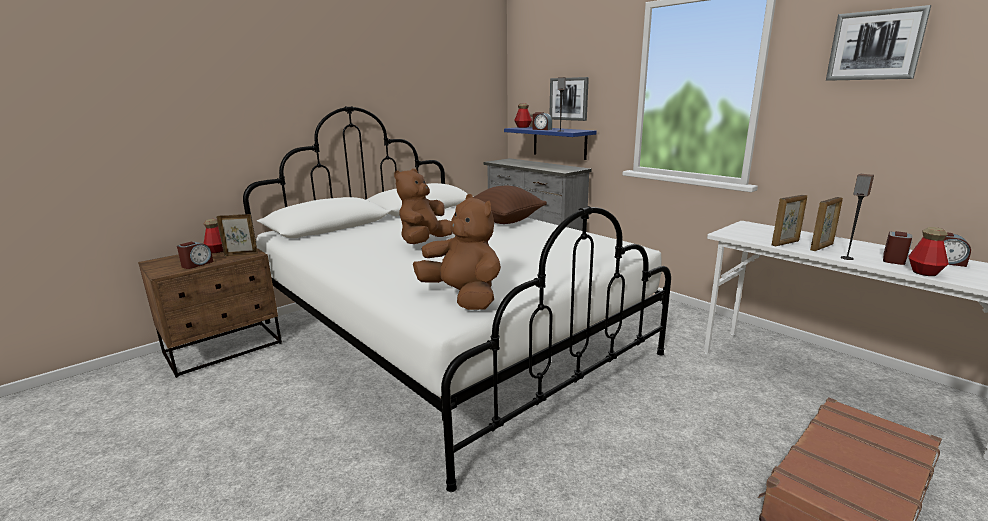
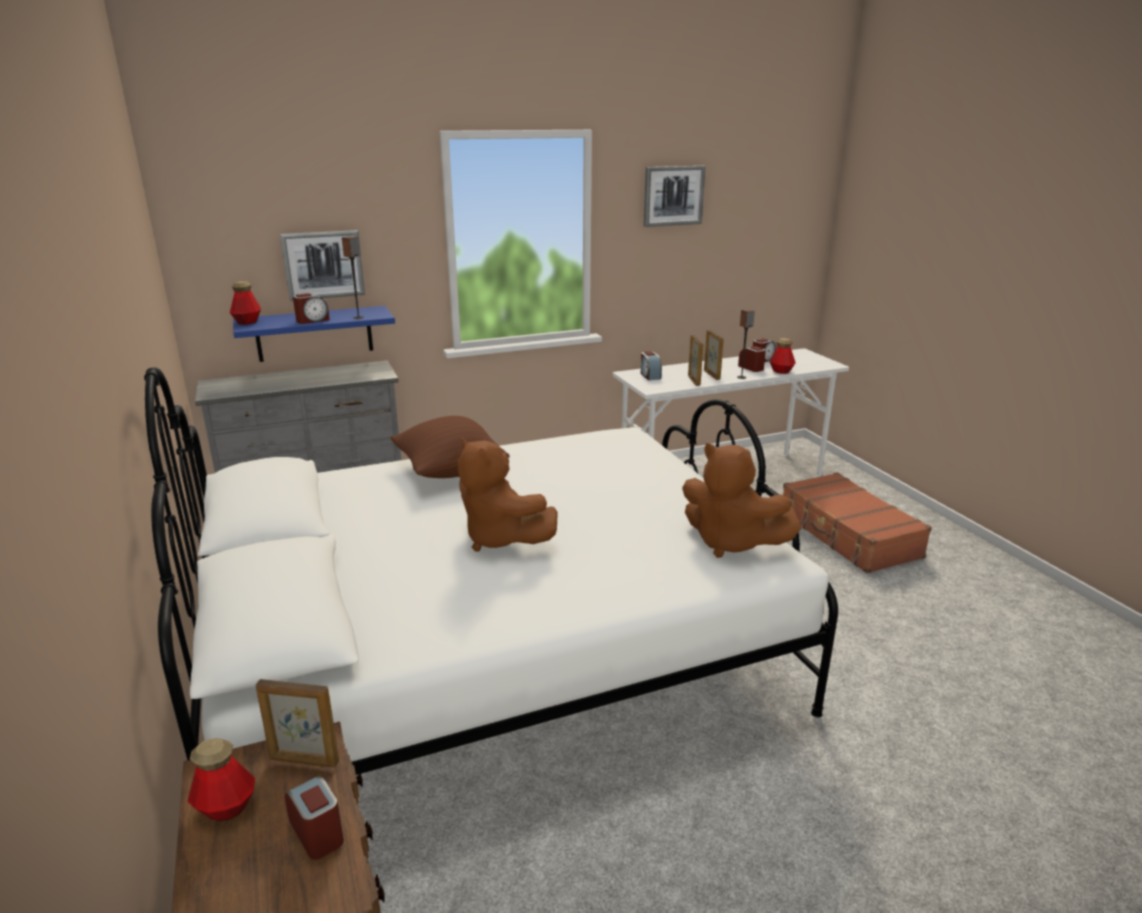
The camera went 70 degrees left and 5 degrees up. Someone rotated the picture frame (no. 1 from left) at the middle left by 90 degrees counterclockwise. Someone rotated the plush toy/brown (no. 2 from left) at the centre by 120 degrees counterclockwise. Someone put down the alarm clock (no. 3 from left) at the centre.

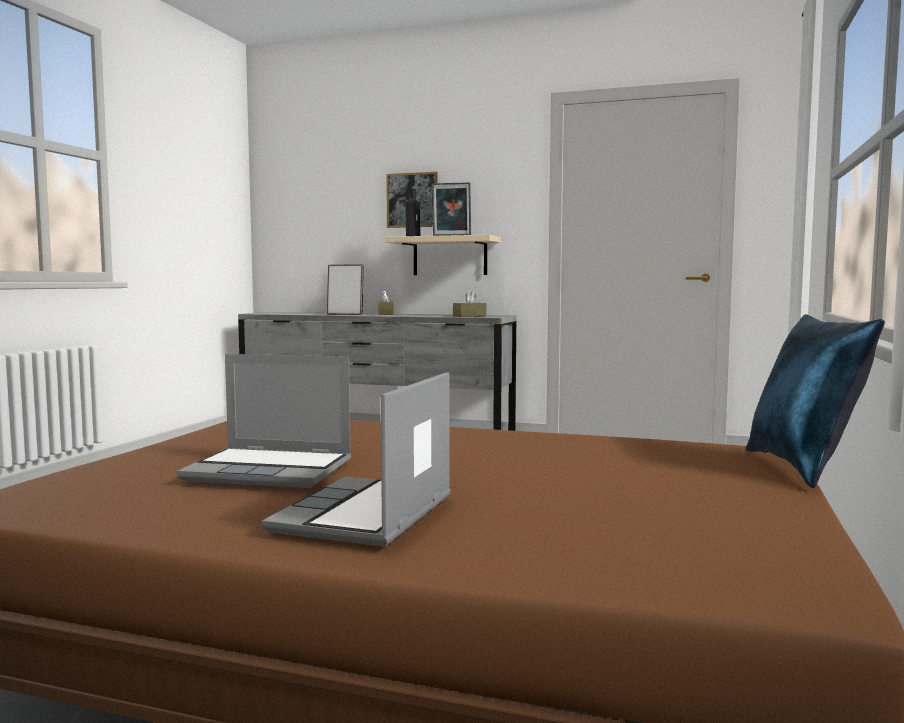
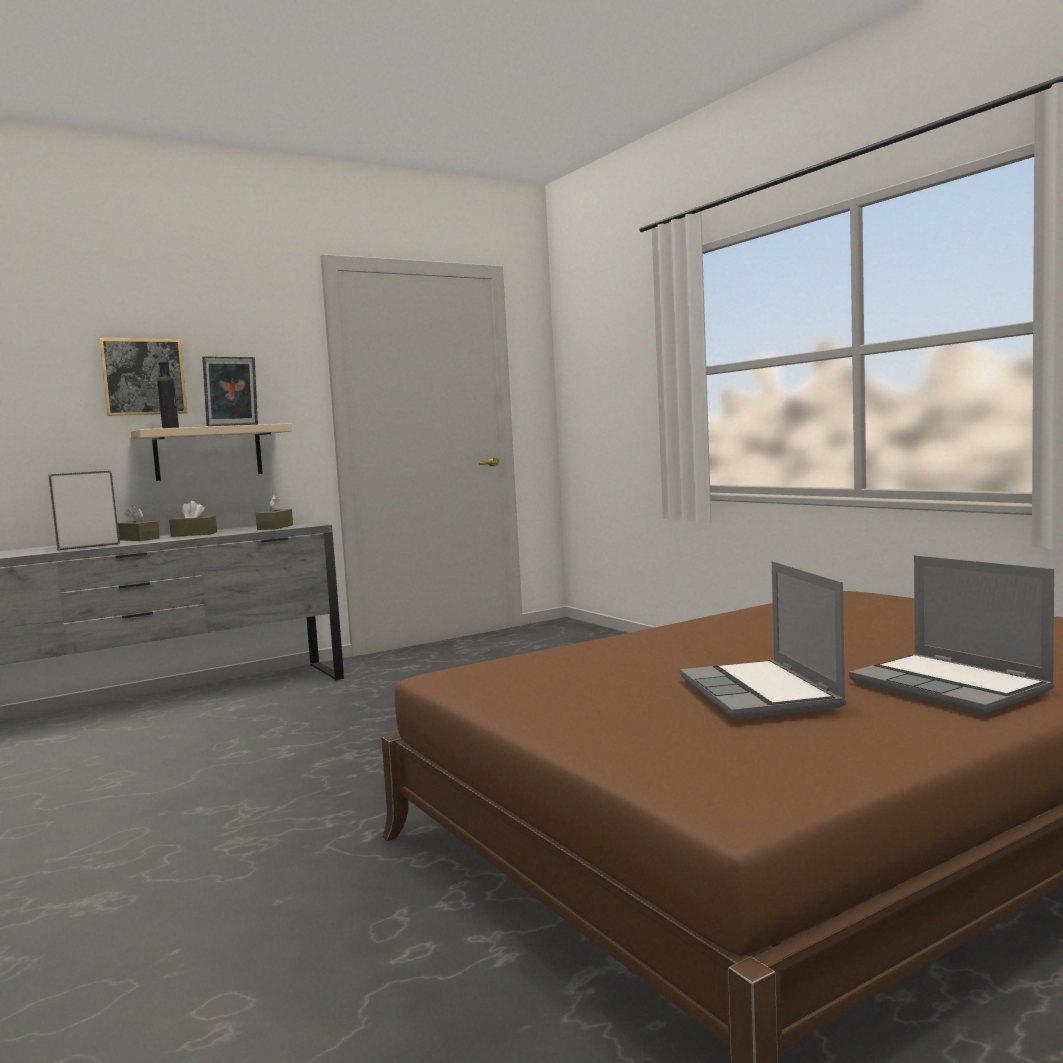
The camera went 50 degrees left and 0 degrees up. Someone rotated the laptop (no. 1 from left) at the middle left by 120 degrees clockwise. Someone took away the pillow/blue at the middle right. Someone put down the tissue box/brown (no. 2 from left) at the middle left.

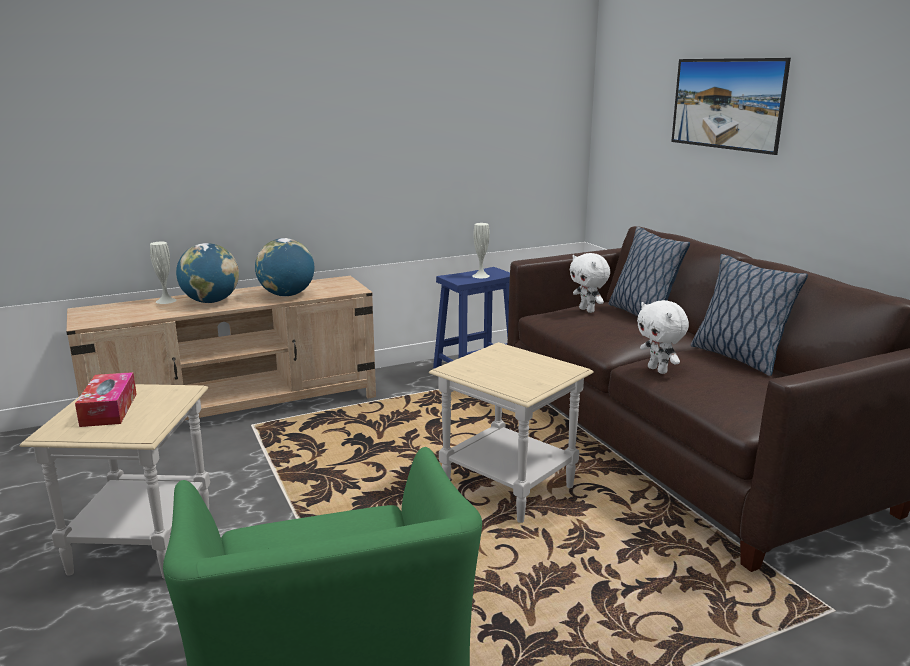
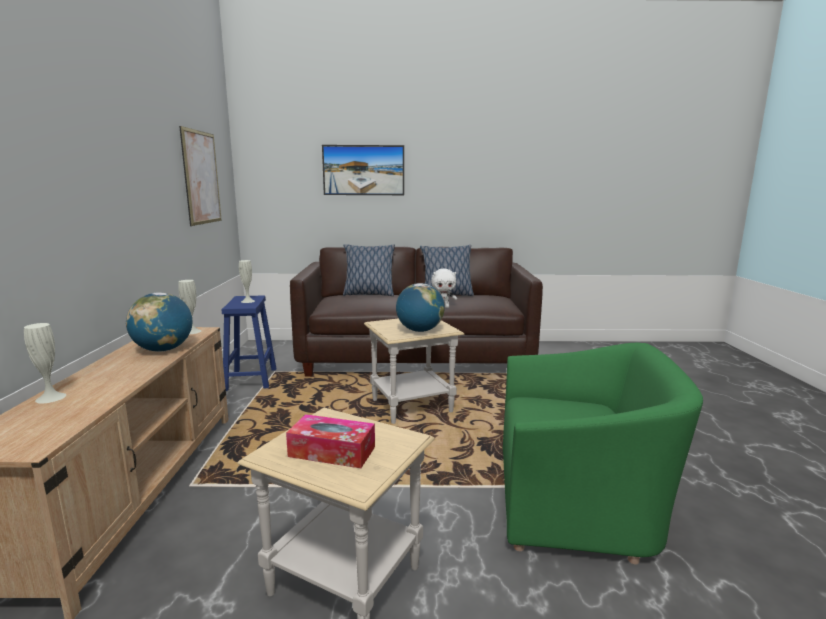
The camera went 65 degrees left and 5 degrees down. Someone carried the globe (no. 1 from left in the first image) from the middle left to the centre. Someone took away the plush toy/white (no. 1 from left) at the centre. Someone put down the vase/white (no. 2 from left) at the middle left. Someone put up the picture (no. 1 from left) at the top left.

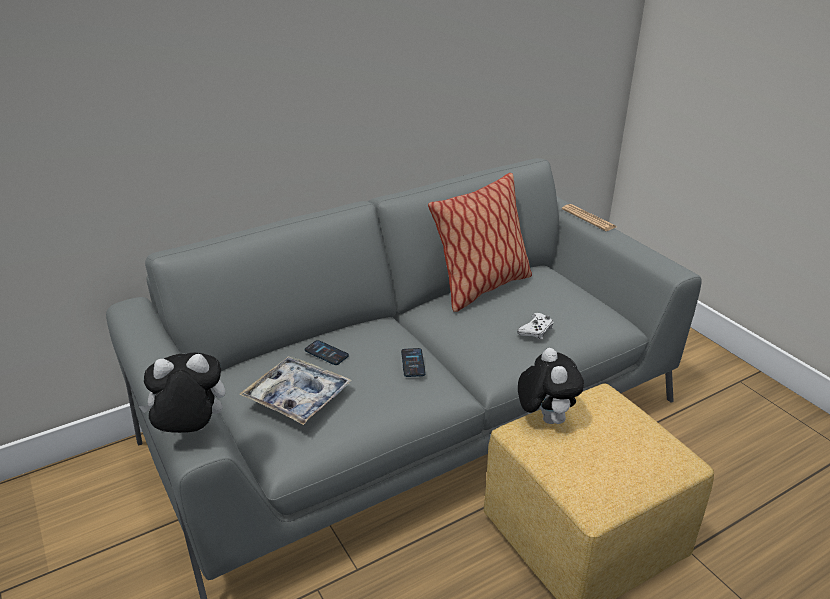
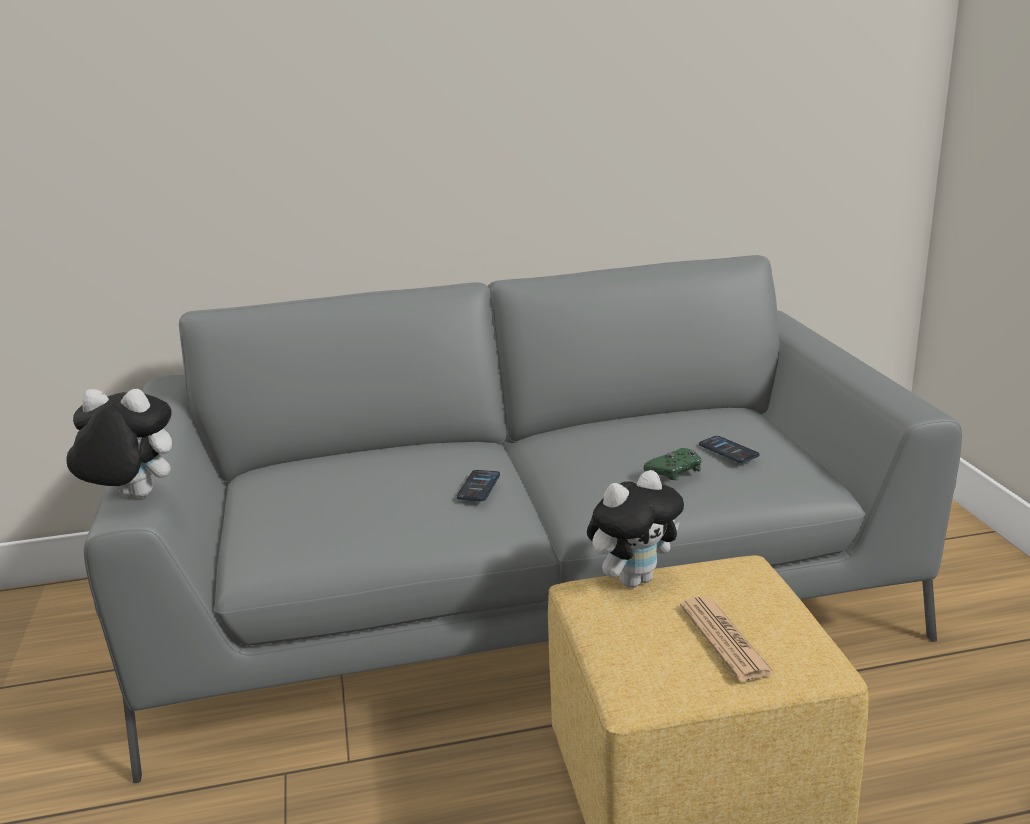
The camera went 20 degrees right and 10 degrees down. Someone took away the tray at the centre. Someone carried the phone (no. 1 from left in the first image) from the centre to the middle right. Someone took away the pillow at the centre. Someone repainted the game controller/white at the centre, which became the game controller/green at the centre. Someone rotated the plush toy (no. 2 from left) at the centre by 45 degrees clockwise. Someone carried the newspaper from the middle right to the bottom right.

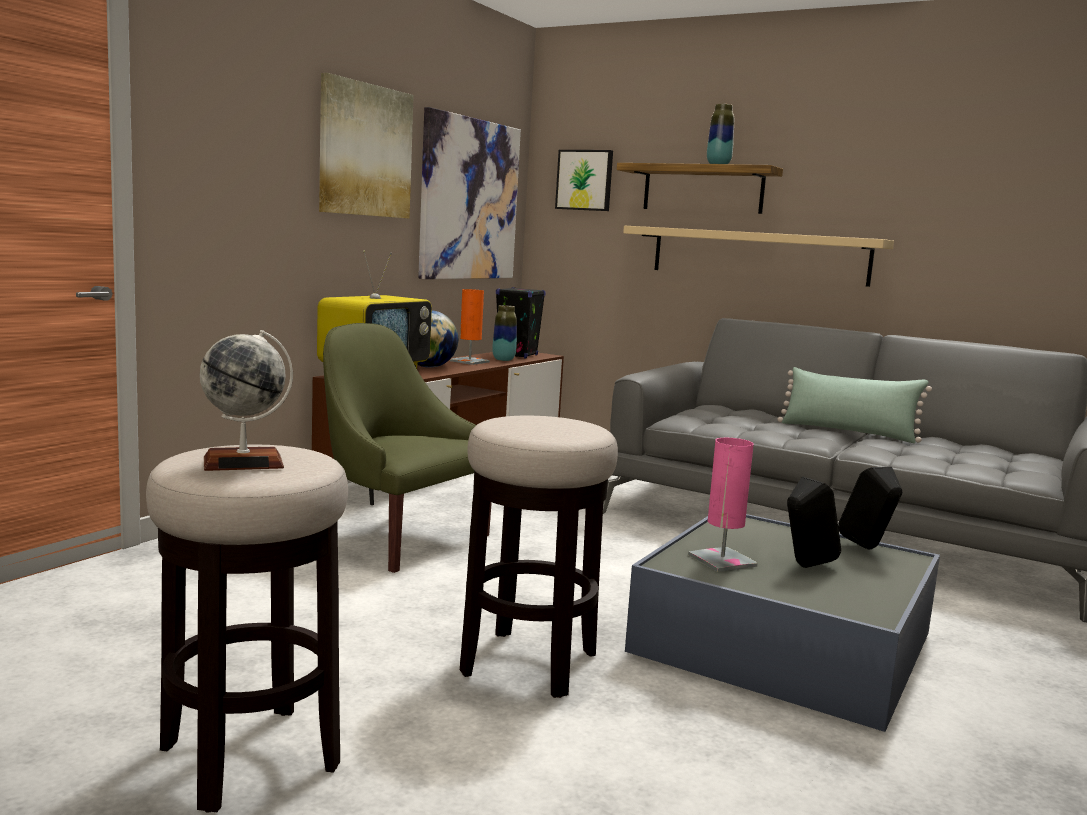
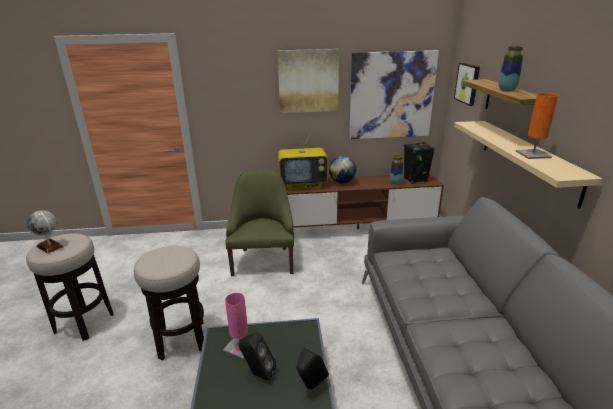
The camera went 55 degrees right and 15 degrees up. Someone carried the table lamp/orange from the centre to the top right. Someone took away the pillow/green at the middle right.

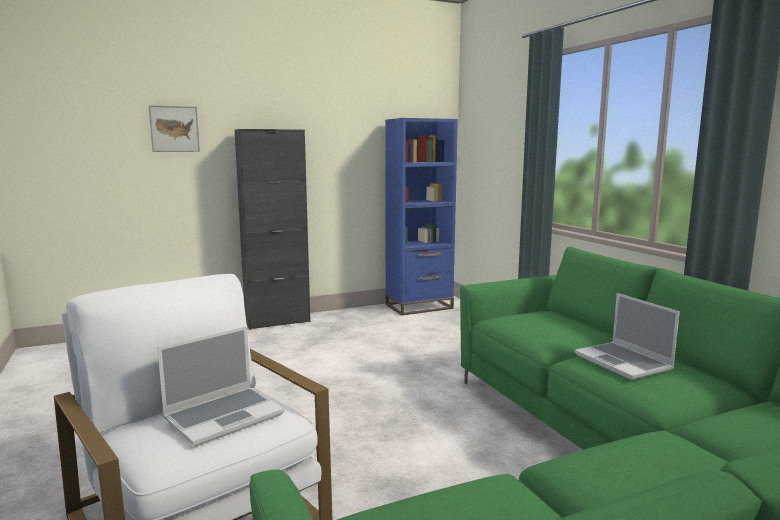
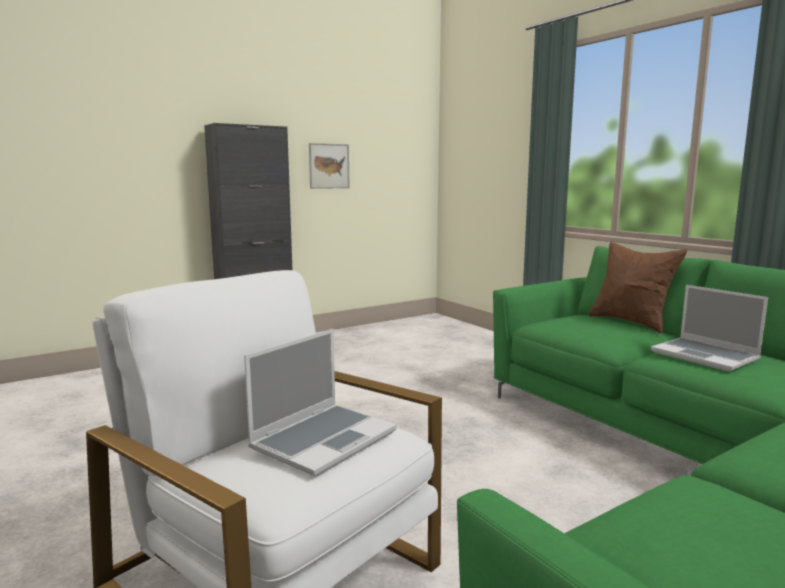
The camera went 10 degrees left and 0 degrees up. Someone carried the picture from the top left to the top centre. Someone took away the bookcase/blue at the centre. Someone put down the pillow/brown at the middle right.

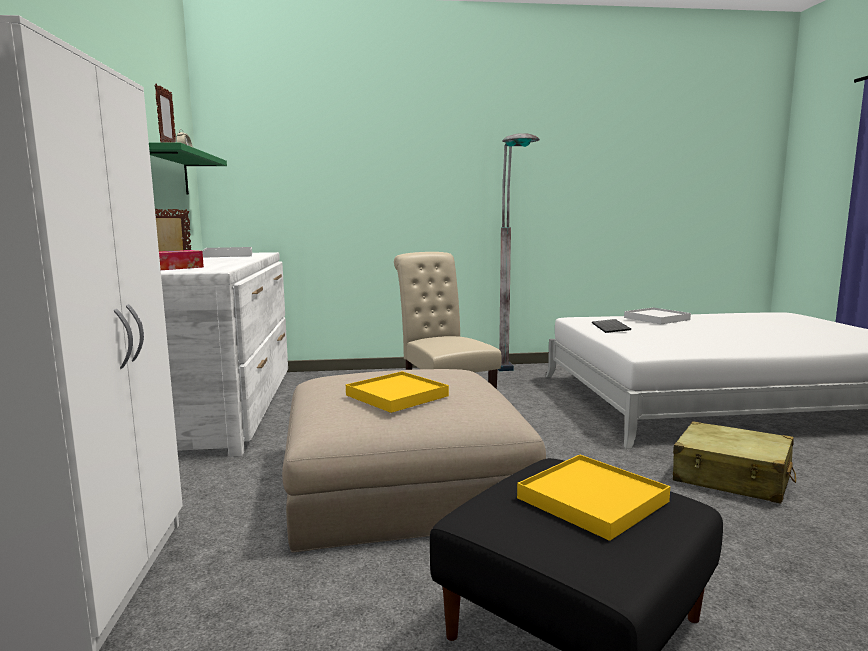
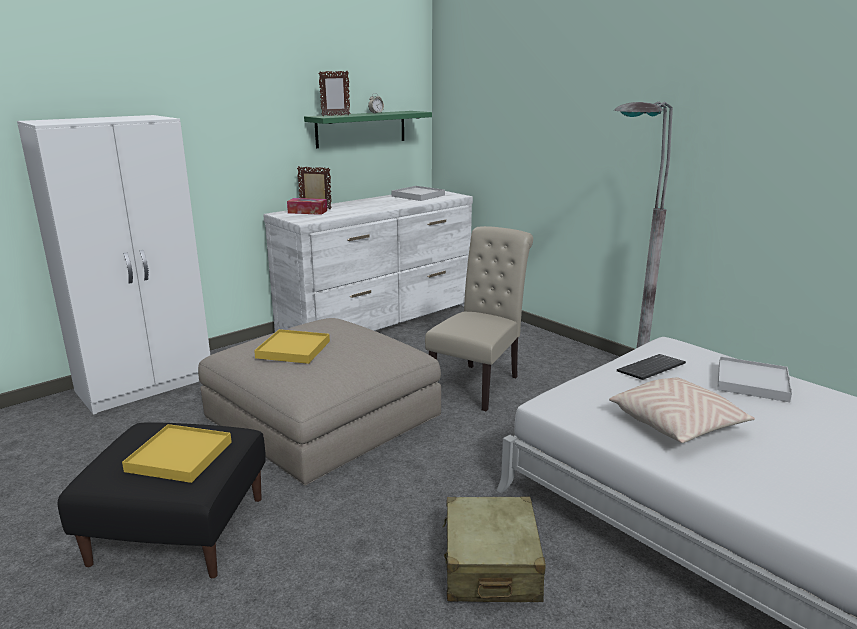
The camera went 55 degrees right and 10 degrees up. Someone put down the pillow/beige at the middle right.

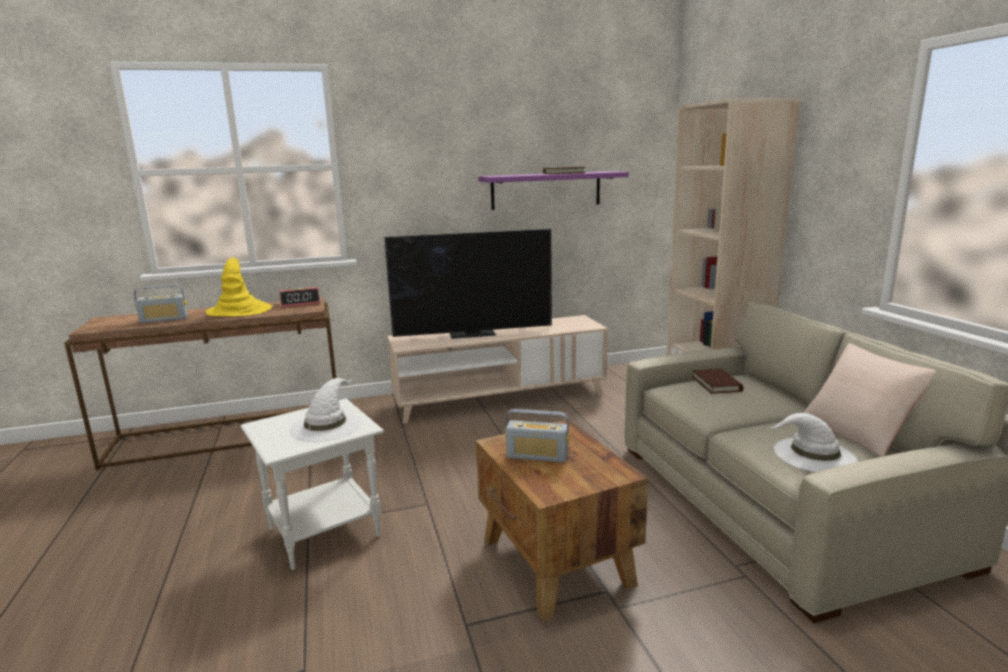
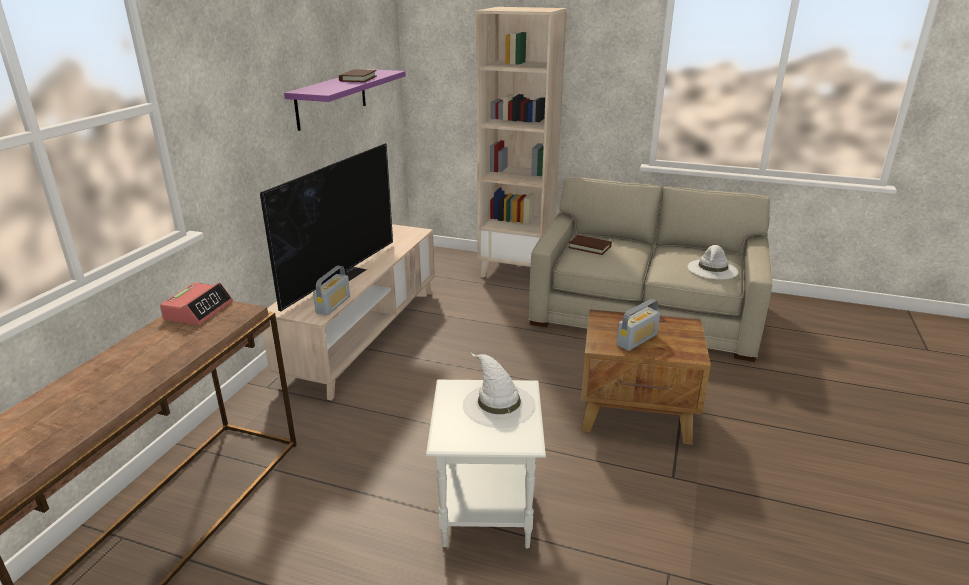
The camera went 55 degrees left and 10 degrees up. Someone carried the radio (no. 1 from left) from the middle left to the centre. Someone took away the hat/yellow at the middle left. Someone took away the pillow/beige at the middle right.

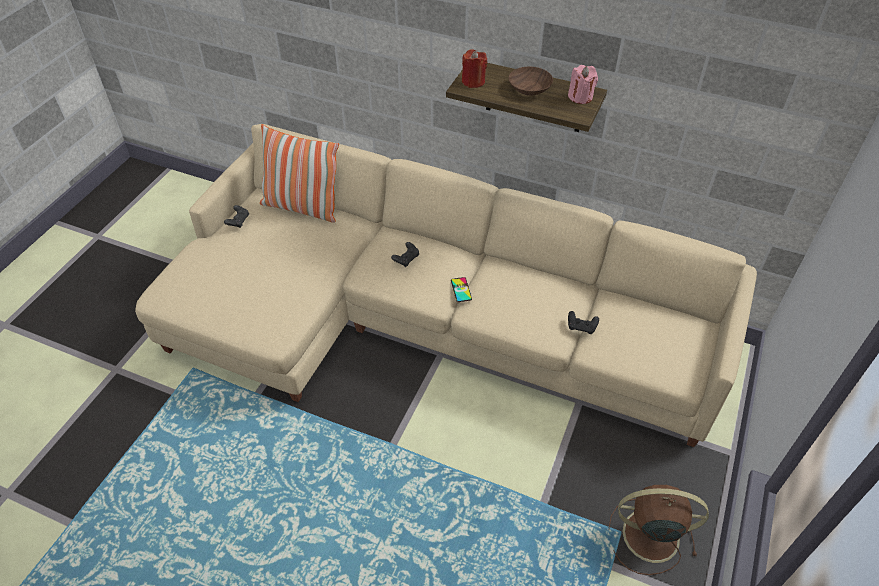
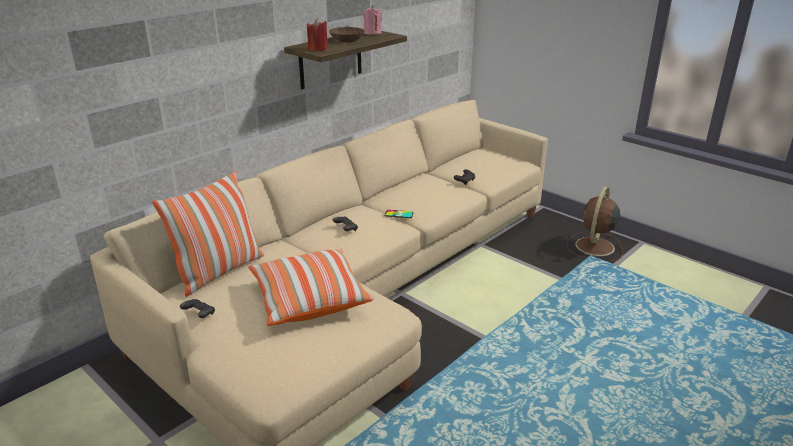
The camera went 70 degrees left and 20 degrees down. Someone put down the pillow (no. 2 from left) at the centre.

